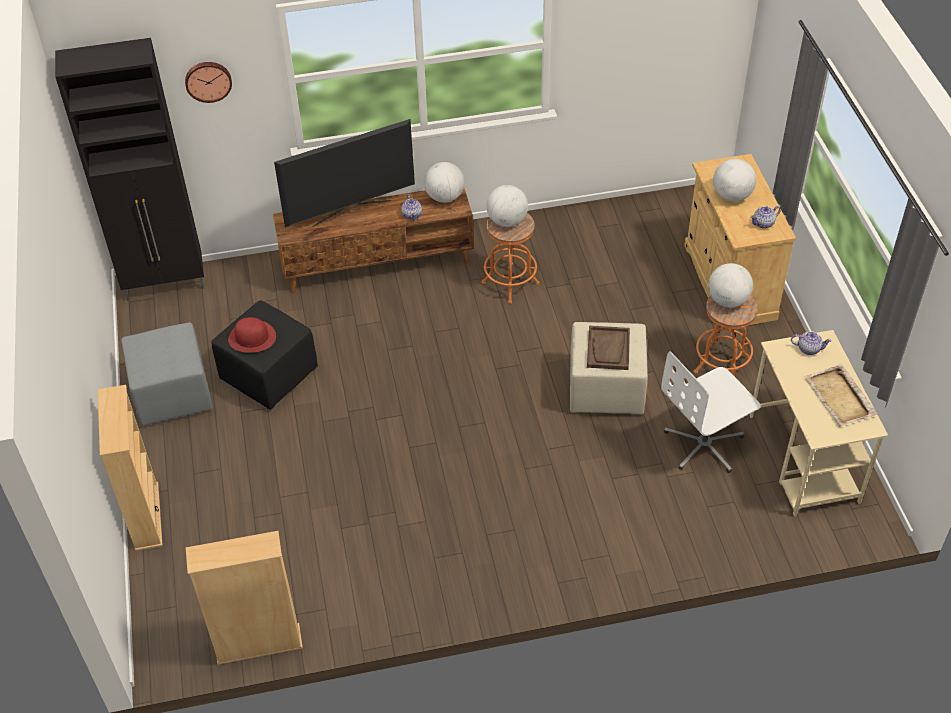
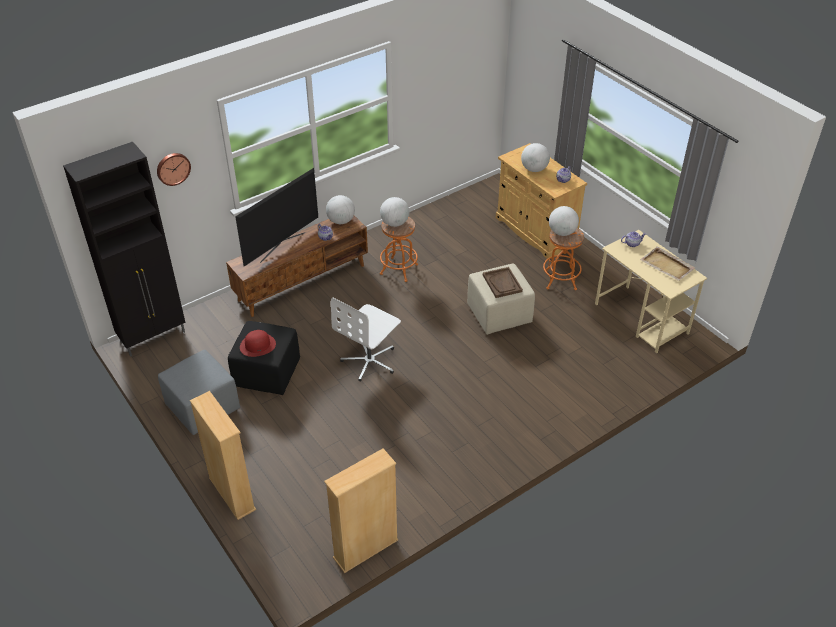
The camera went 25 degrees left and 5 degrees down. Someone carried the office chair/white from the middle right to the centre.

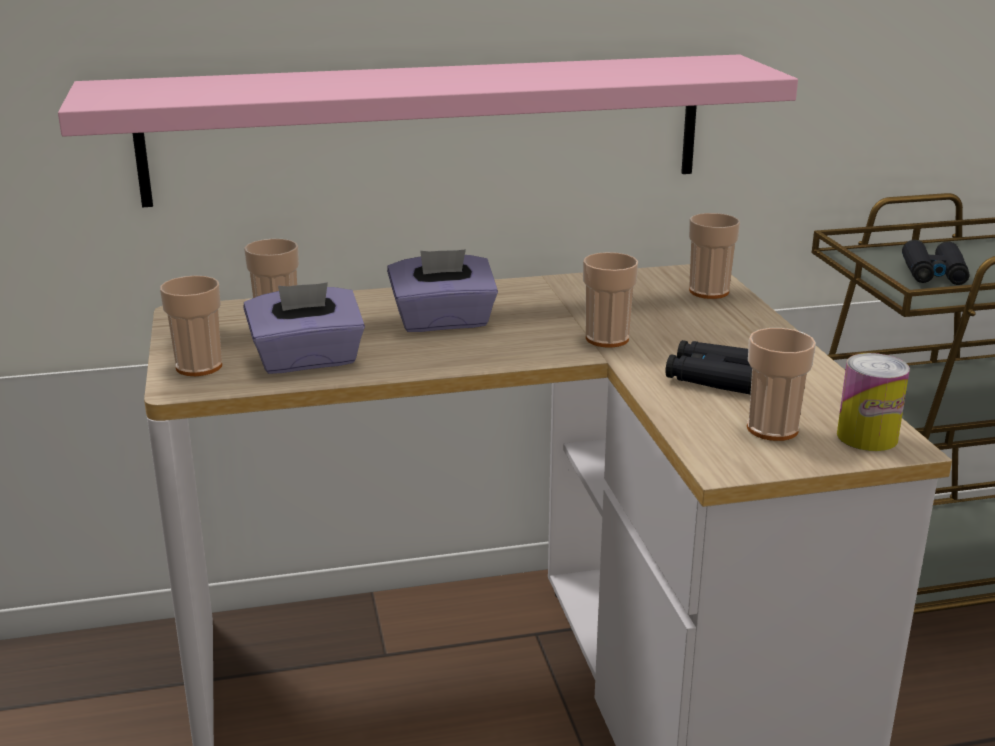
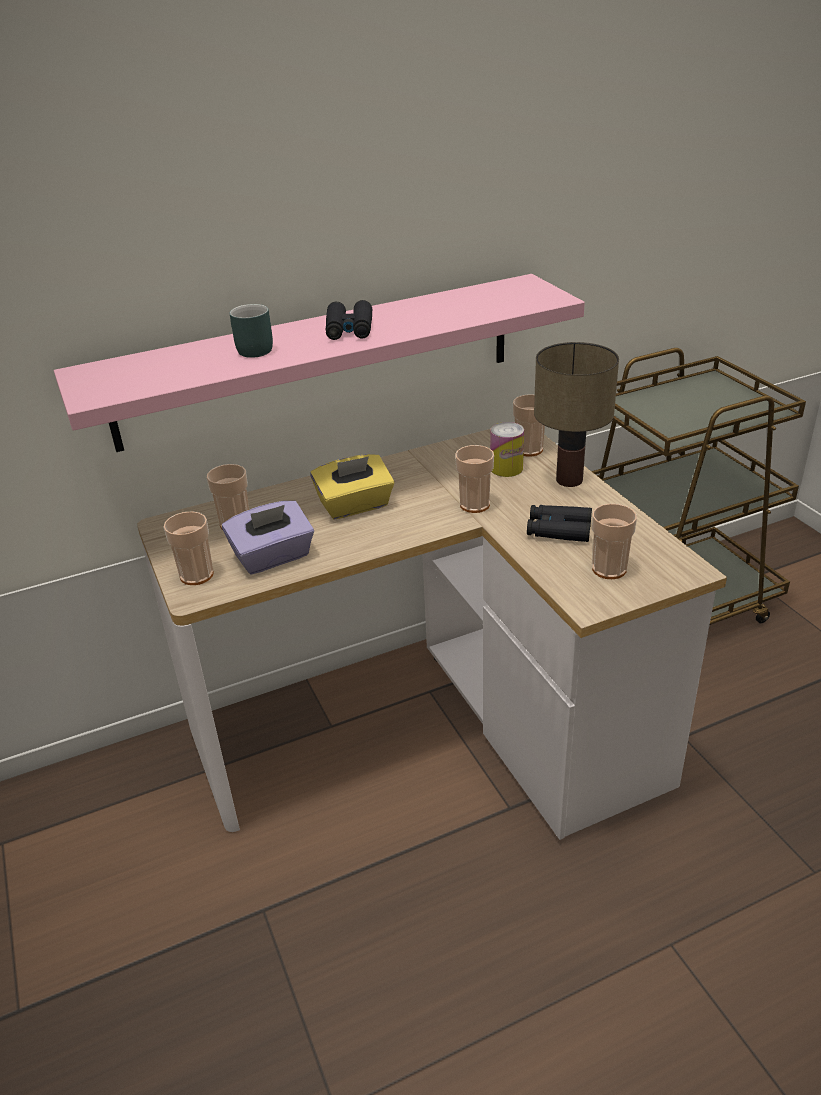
The camera went 10 degrees left and 10 degrees up. Someone repainted the tissue box/purple (no. 2 from left) at the centre, which became the tissue box/yellow at the centre. Someone carried the can from the middle right to the centre. Someone carried the binoculars/black (no. 2 from left in the first image) from the middle right to the top centre. Someone put down the mug/turquoise at the top left. Someone put down the table lamp at the middle right.

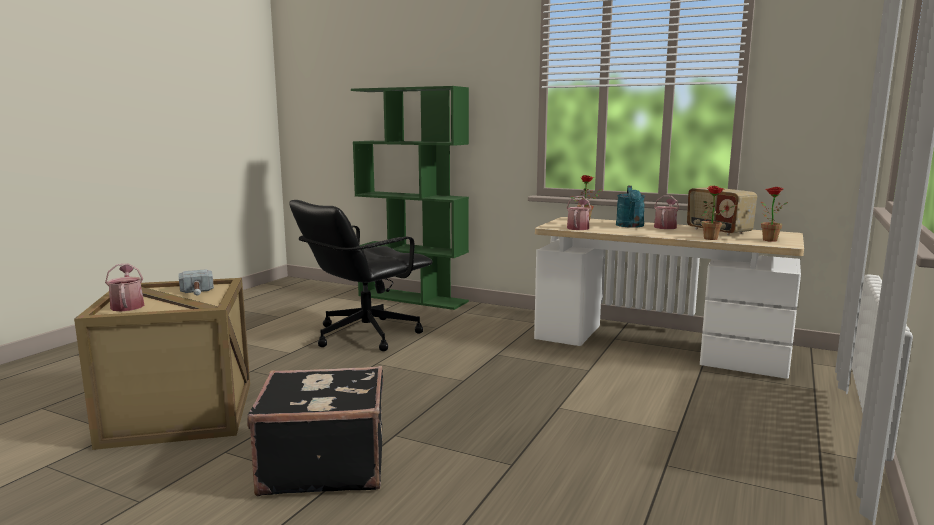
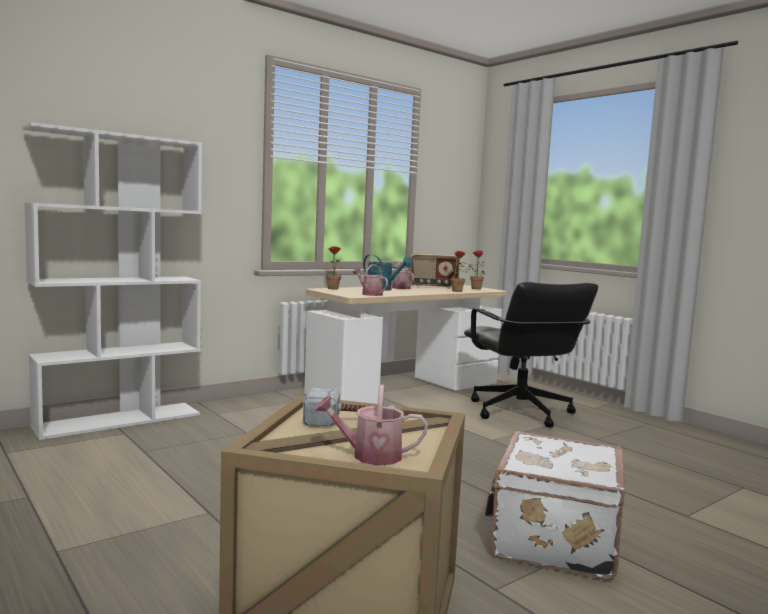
The camera went 65 degrees left and 5 degrees down. Someone repainted the suitcase/black at the bottom centre, which became the suitcase/white at the bottom right. Someone carried the office chair/black from the centre to the middle right. Someone repainted the bookcase/green at the centre, which became the bookcase/white at the middle left.

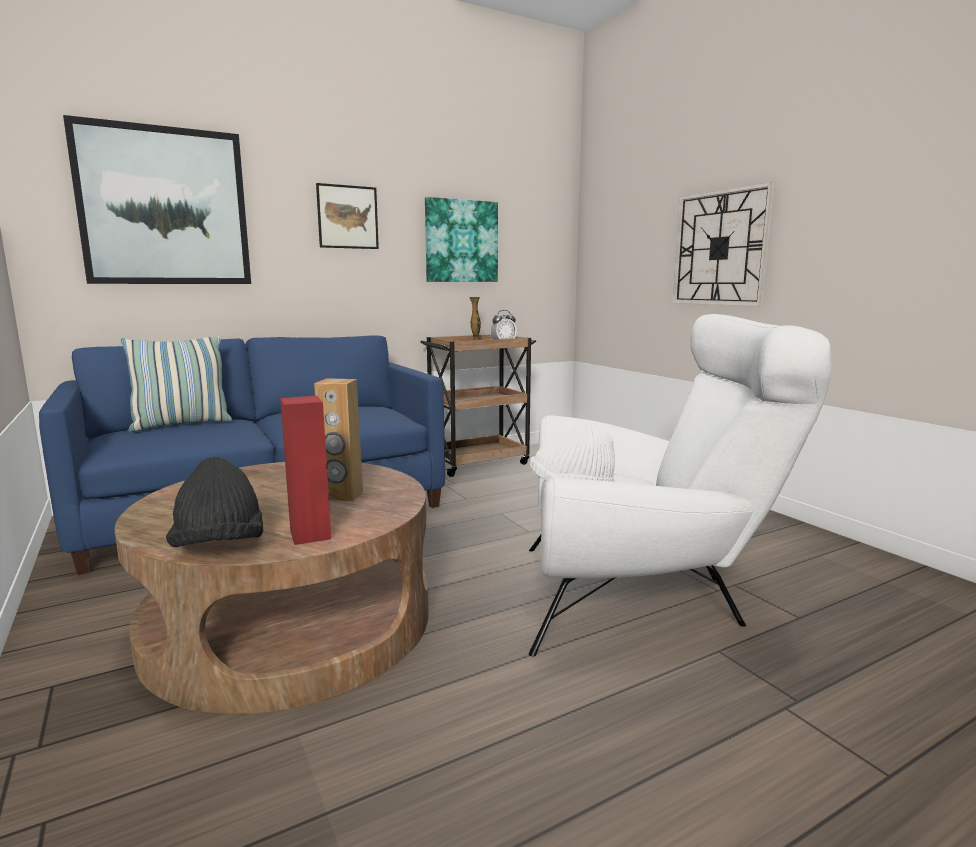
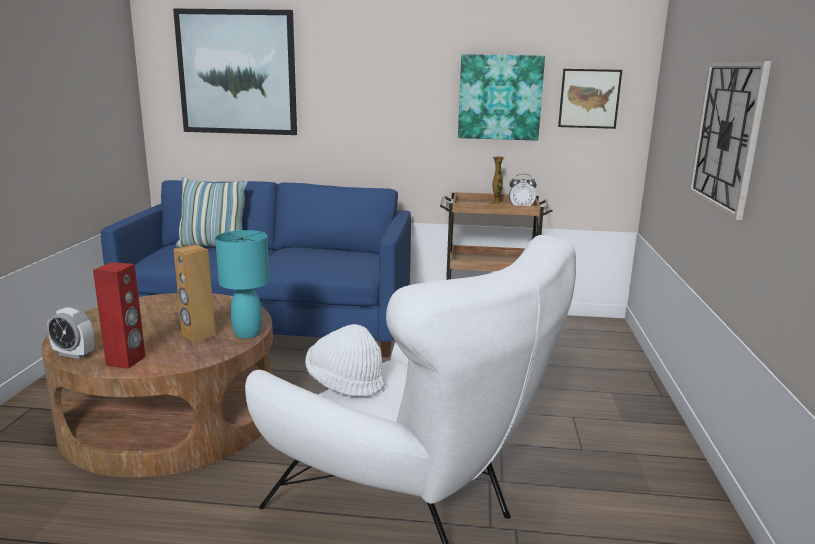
The camera went 35 degrees right and 5 degrees up. Someone swapped the hat/black at the middle left for the alarm clock (no. 1 from left) at the middle left. Someone carried the picture (no. 2 from left in the first image) from the top centre to the top right. Someone put down the table lamp/turquoise at the middle left.

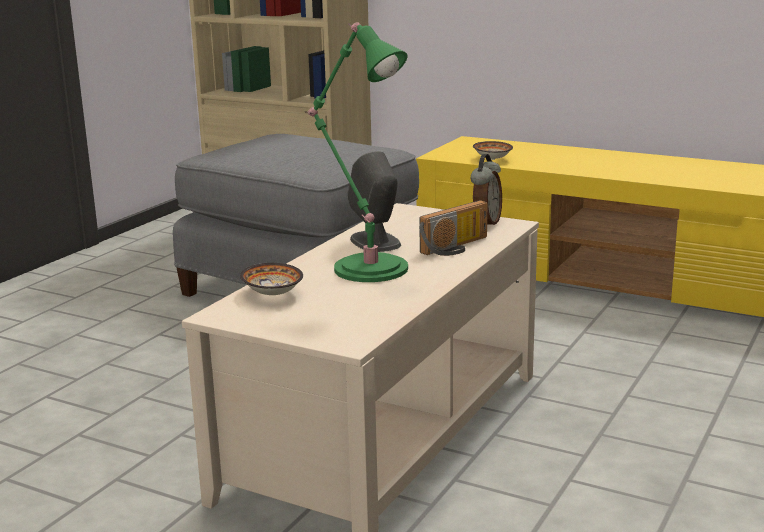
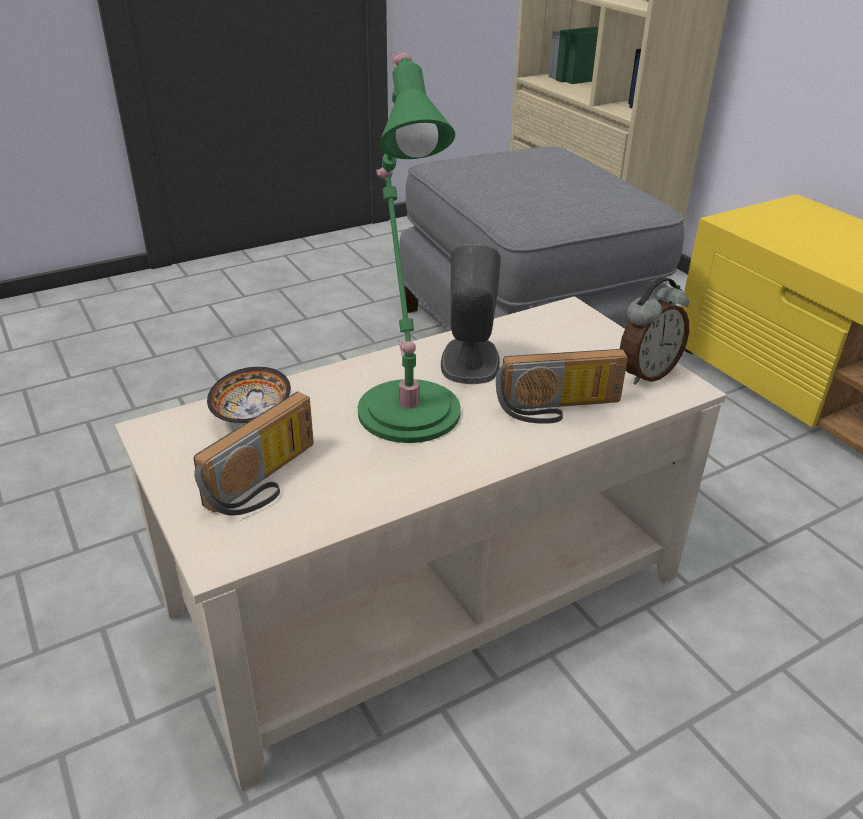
The camera went 30 degrees right and 15 degrees up. Someone took away the bowl (no. 2 from left) at the top centre. Someone put down the radio (no. 1 from left) at the middle left.

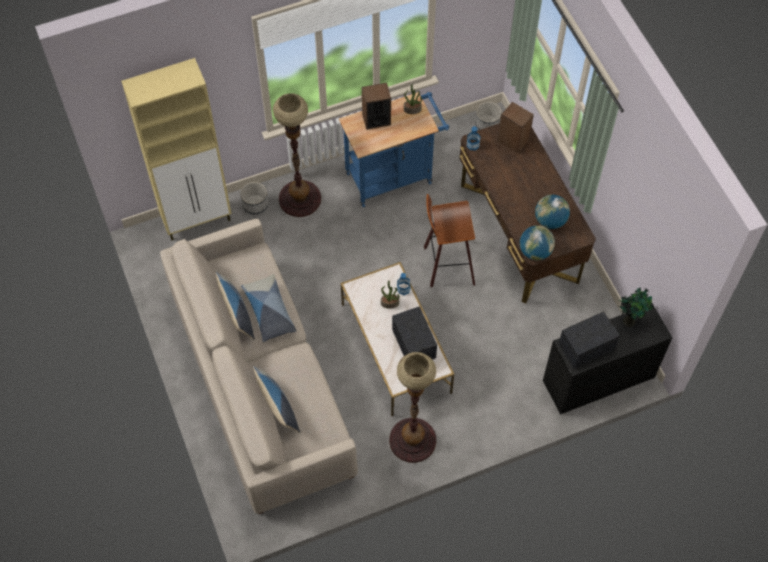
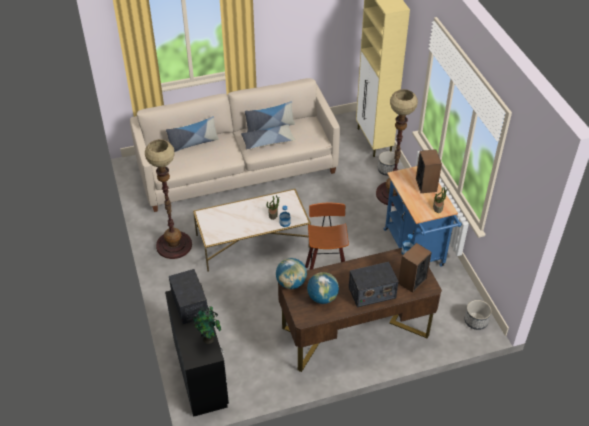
The camera went 95 degrees right and 15 degrees down. Someone carried the radio (no. 1 from left in the first image) from the centre to the bottom centre.

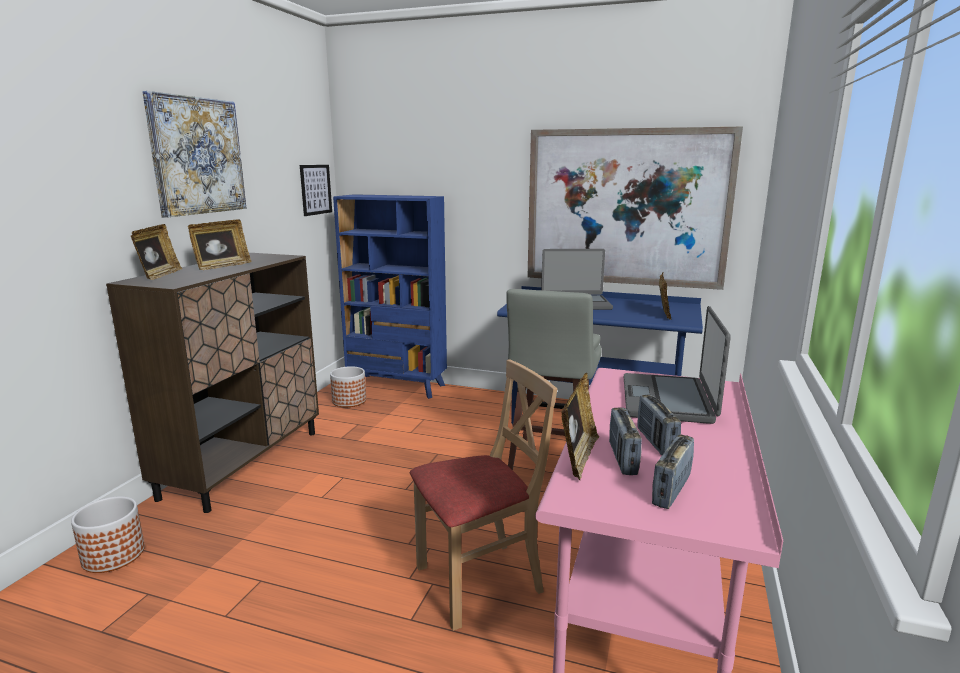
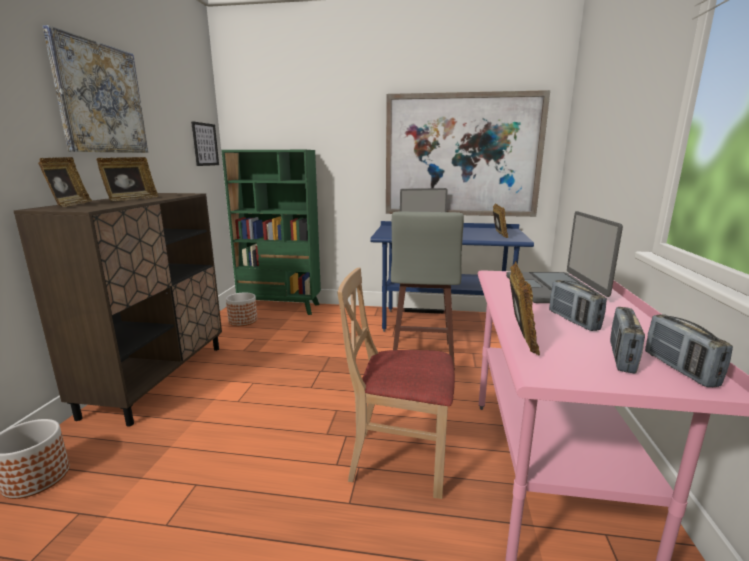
The camera went 10 degrees left and 0 degrees up. Someone repainted the bookcase/blue at the centre, which became the bookcase/green at the centre. Someone rotated the chair/beige at the bottom centre by 135 degrees counterclockwise. Someone carried the radio (no. 1 from left in the first image) from the centre to the middle right.

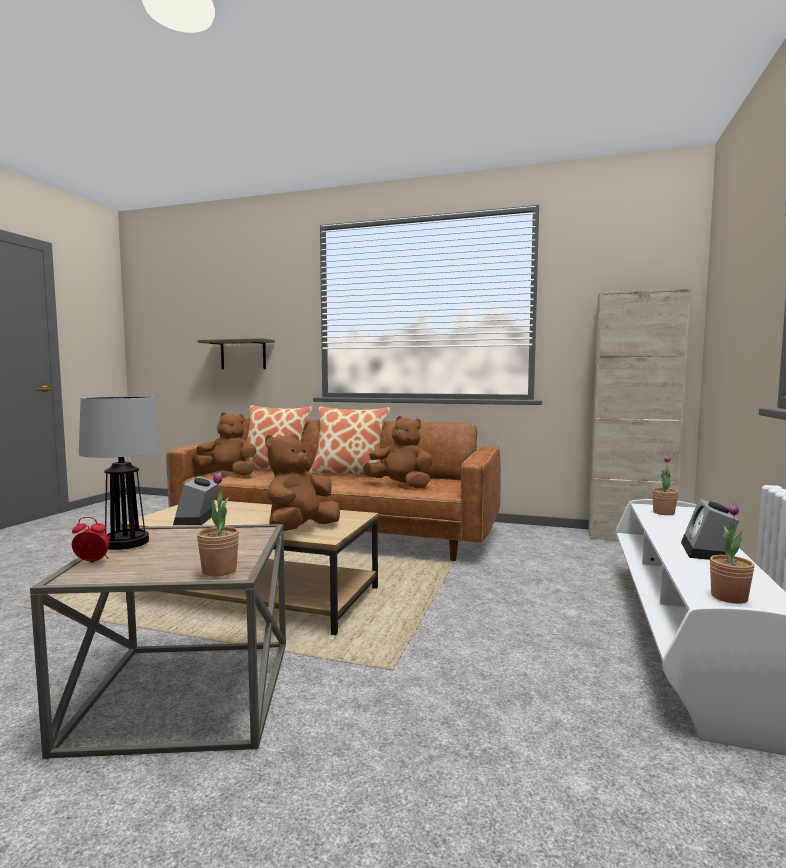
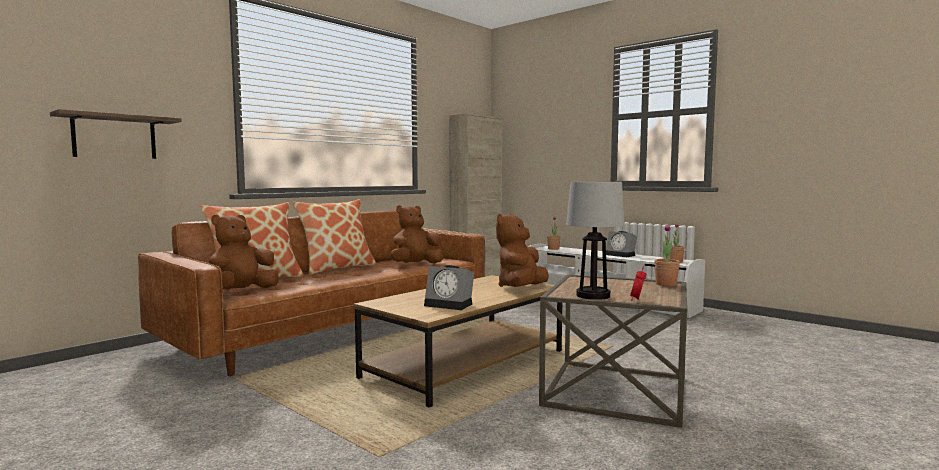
The camera went 65 degrees left and 0 degrees up. Someone rotated the plush toy/brown (no. 2 from left in the first image) at the centre by 60 degrees clockwise.

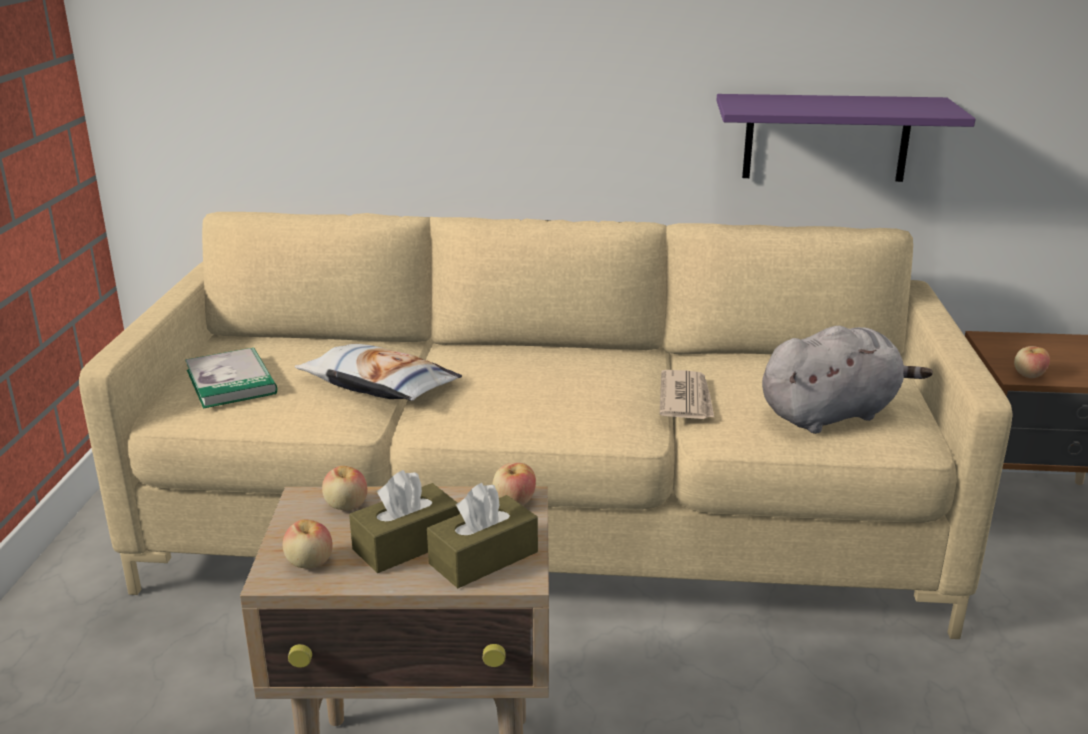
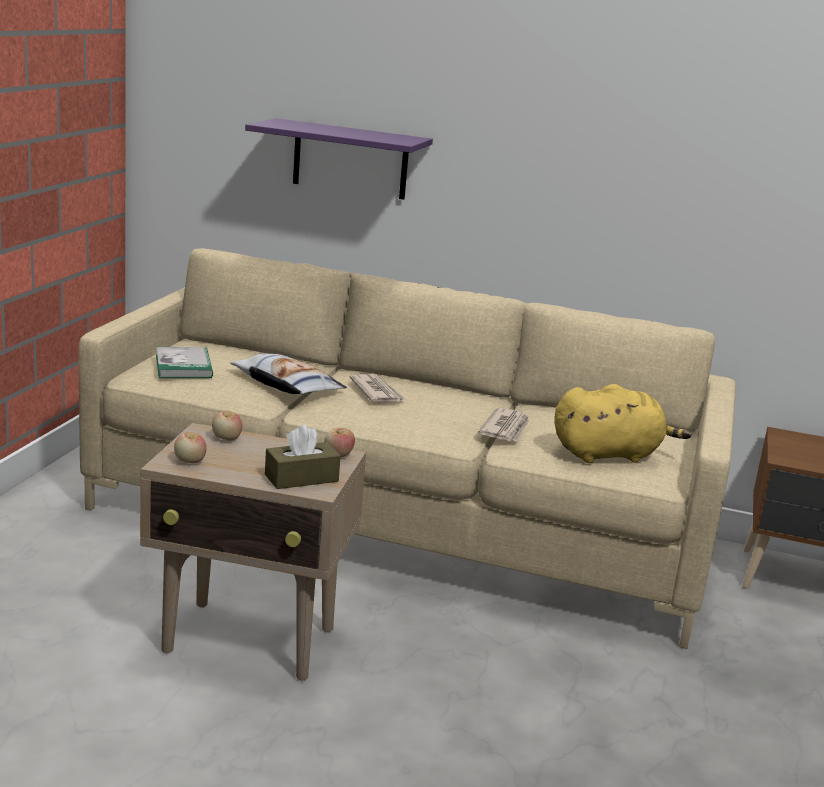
The camera went 10 degrees right and 5 degrees down. Someone took away the tissue box/brown (no. 1 from left) at the bottom centre. Someone carried the shelf/purple from the top right to the top centre. Someone repainted the plush toy/grey at the middle right, which became the plush toy/yellow at the middle right. Someone took away the apple (no. 4 from left) at the middle right. Someone put down the newspaper (no. 1 from left) at the centre.

